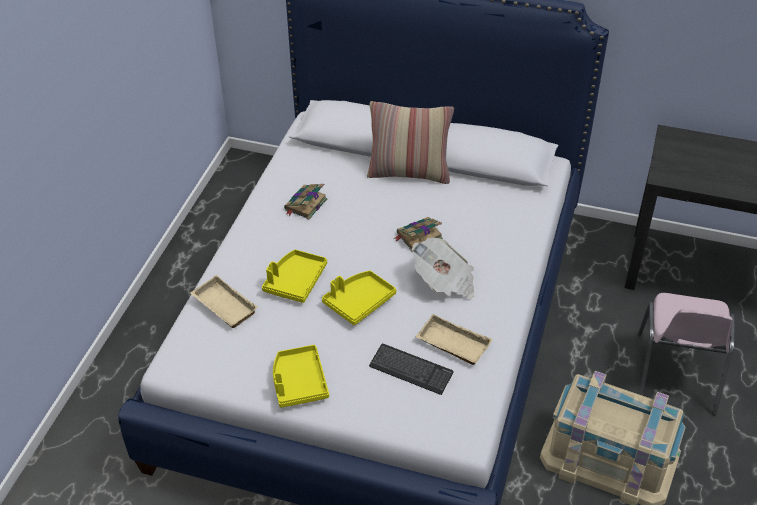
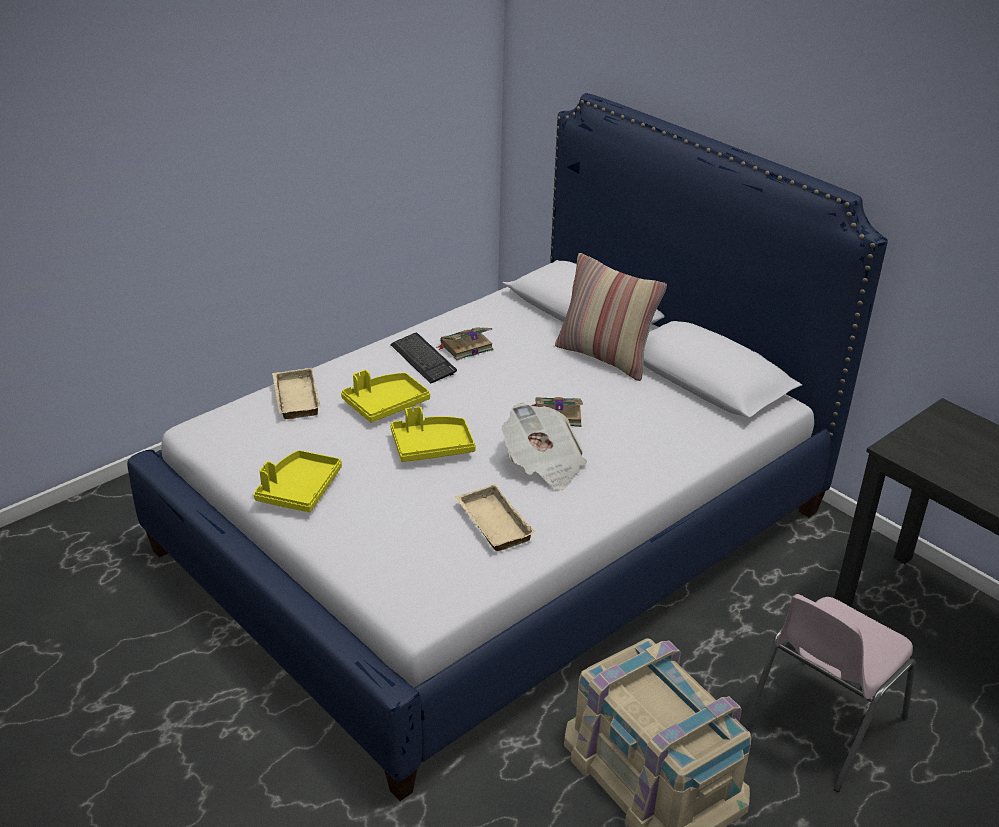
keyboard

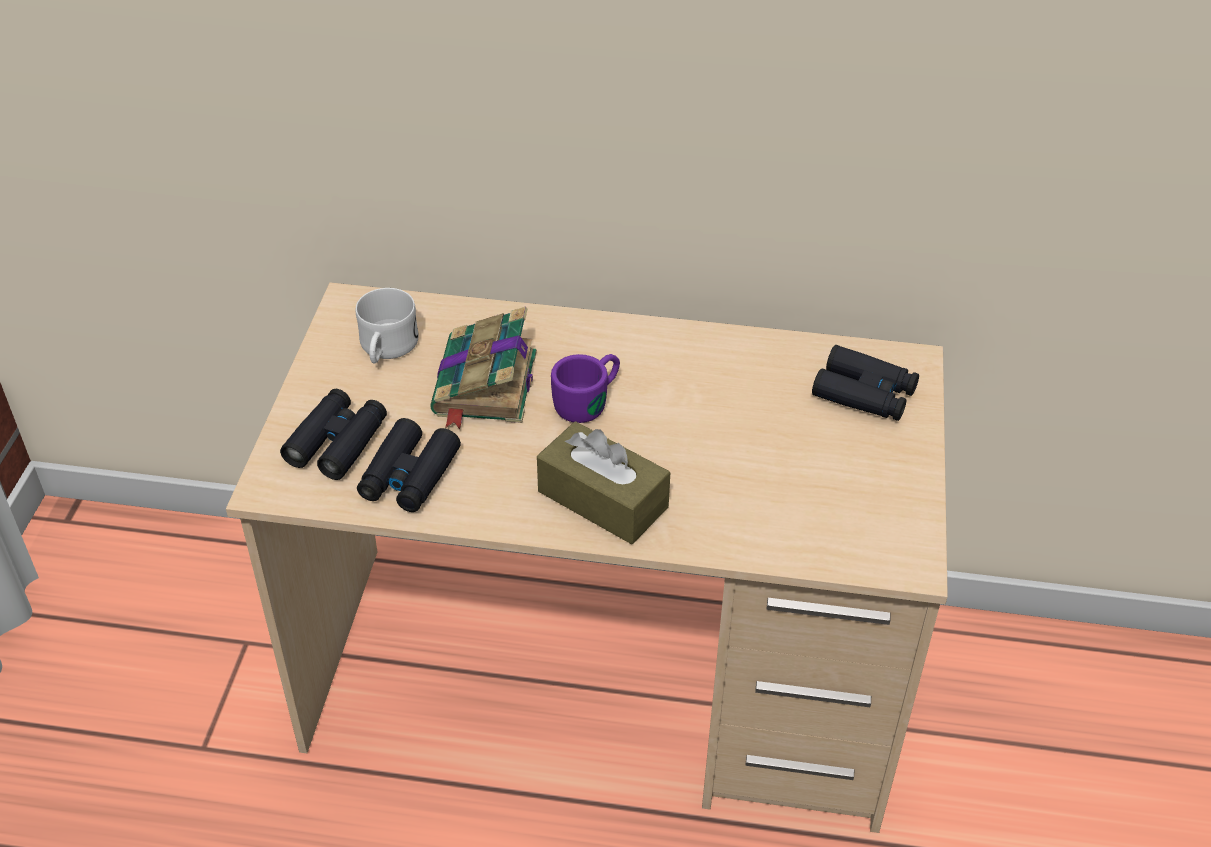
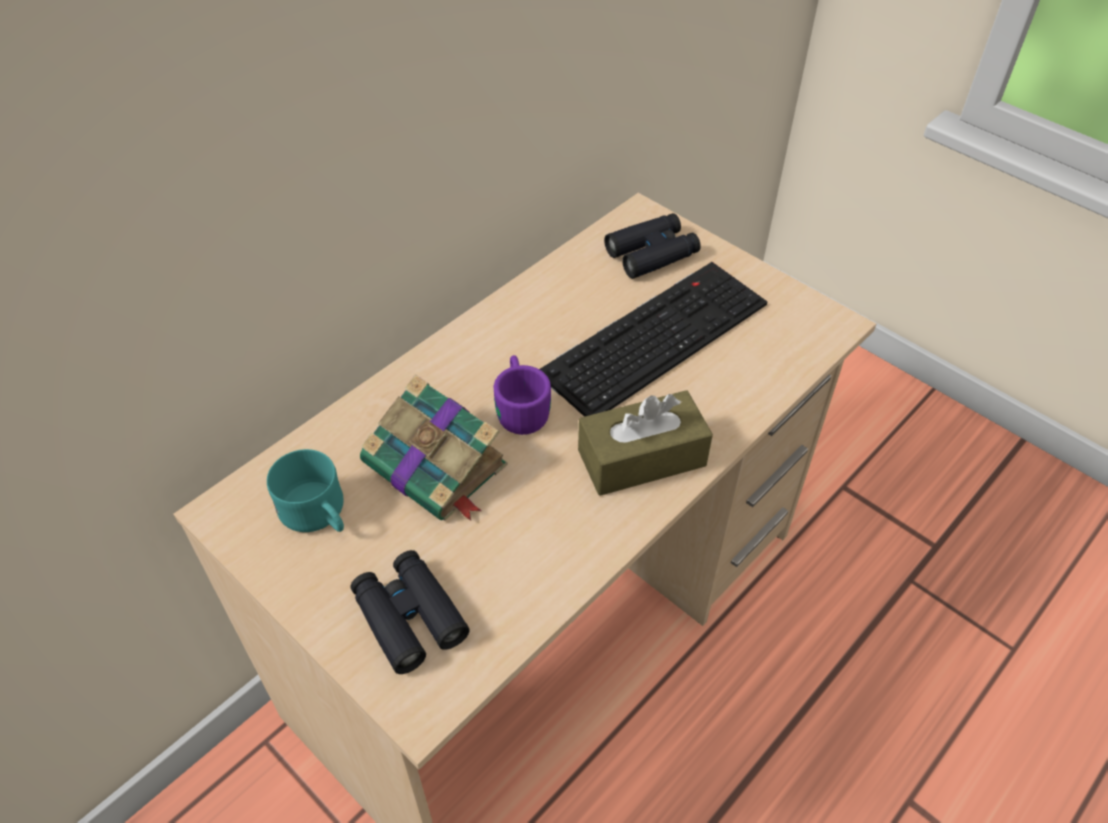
turquoise mug; black binoculars (2nd from left in the first image); keyboard

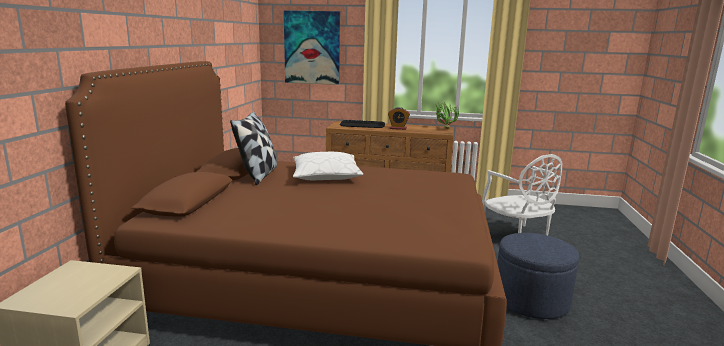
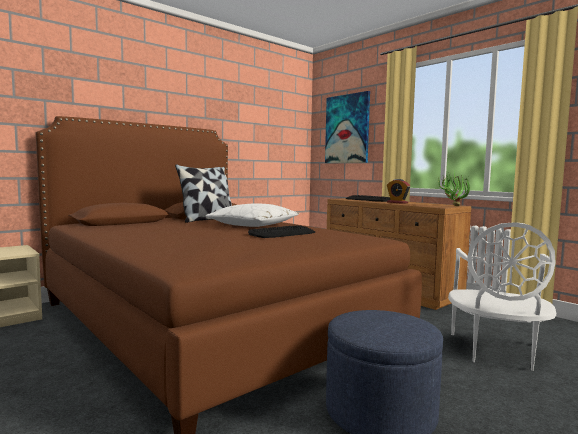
keyboard (1st from left)

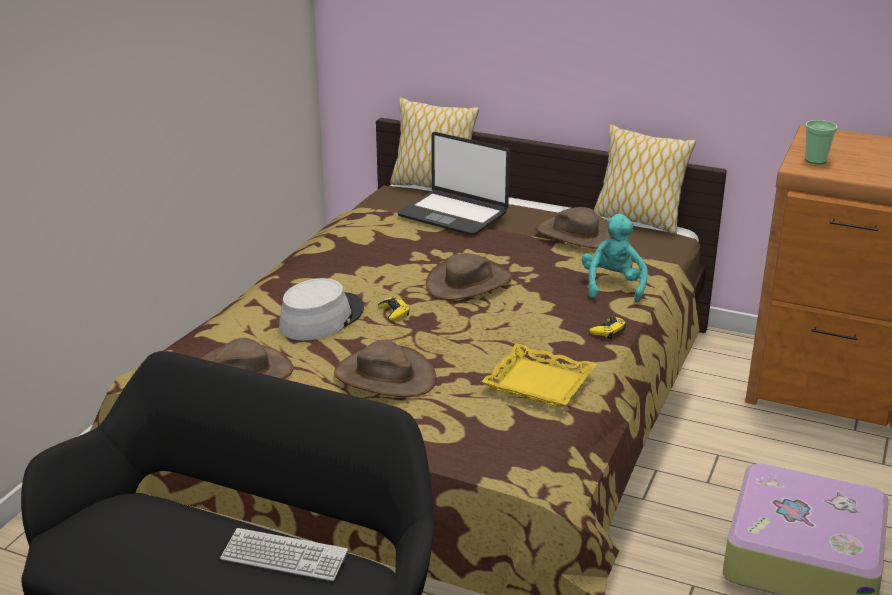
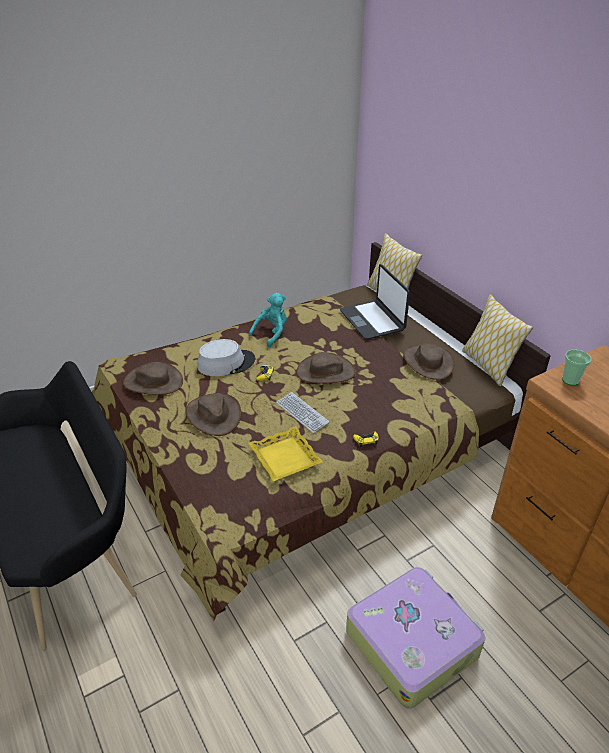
keyboard; turquoise plush toy

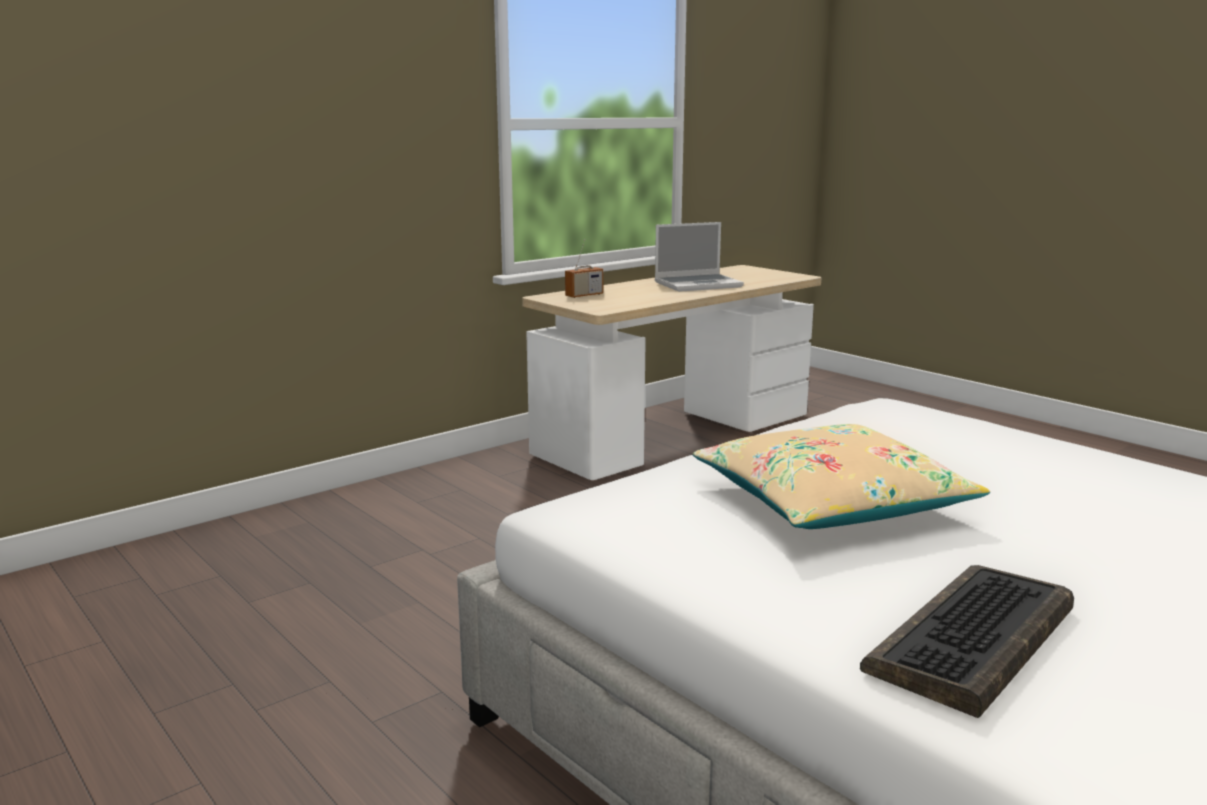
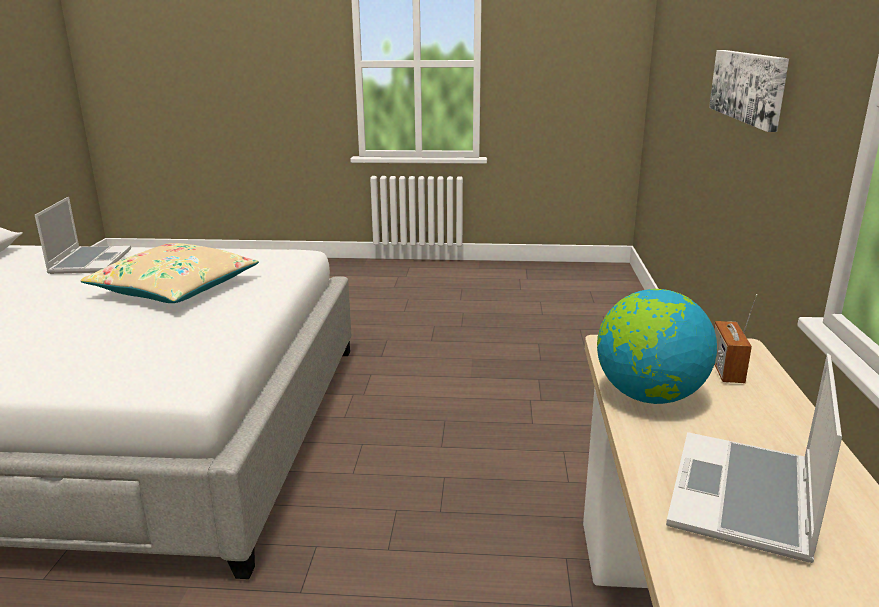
laptop (1st from left); globe; picture

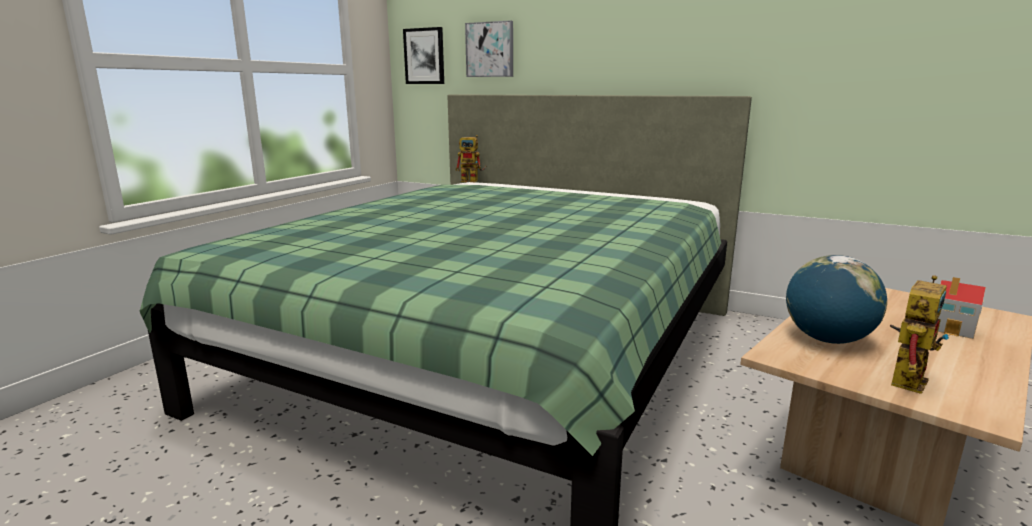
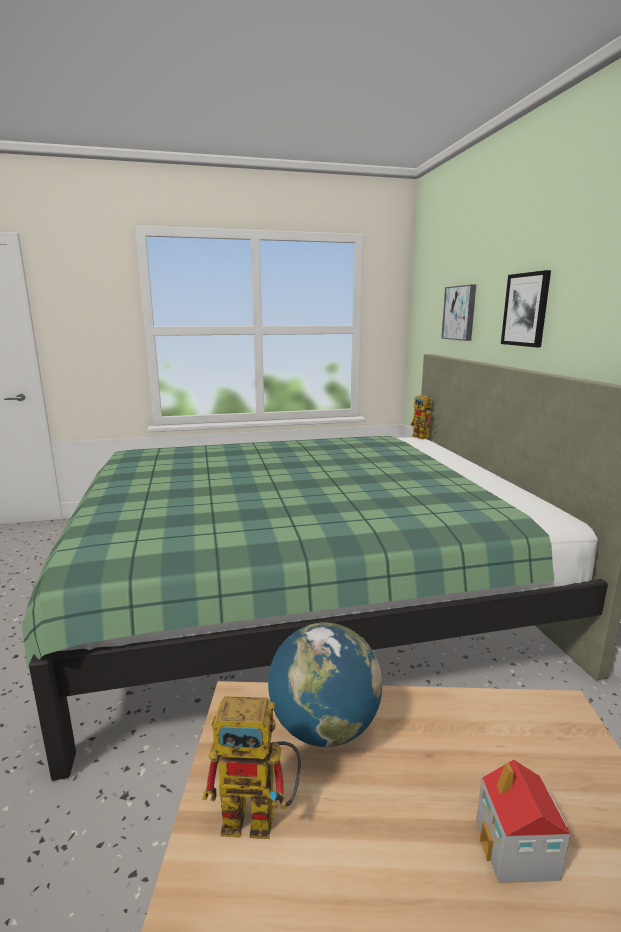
picture (2nd from left)

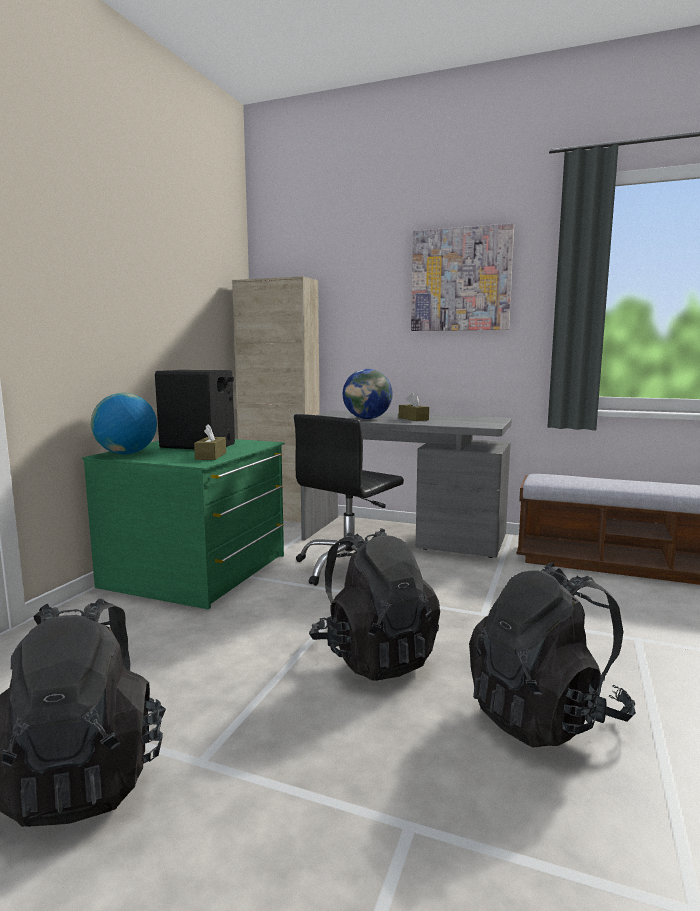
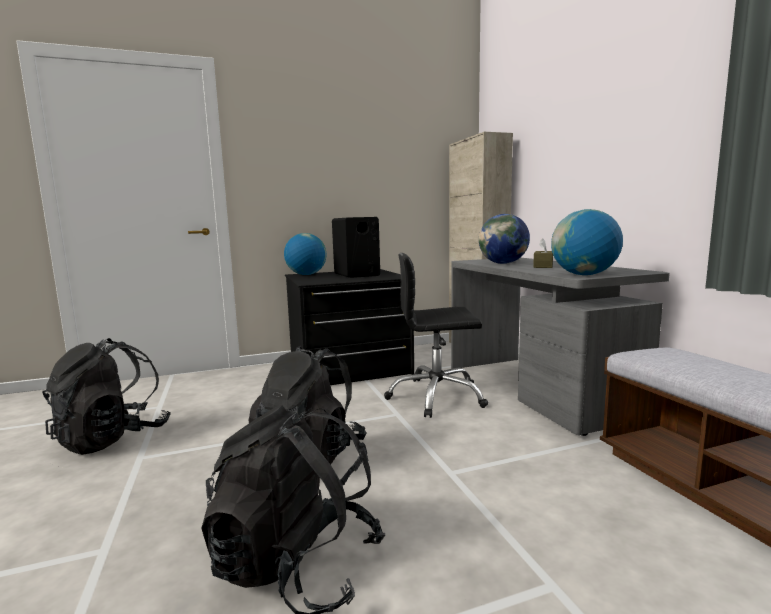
black dresser; brown tissue box (1st from left in the first image); picture; globe (3rd from left)

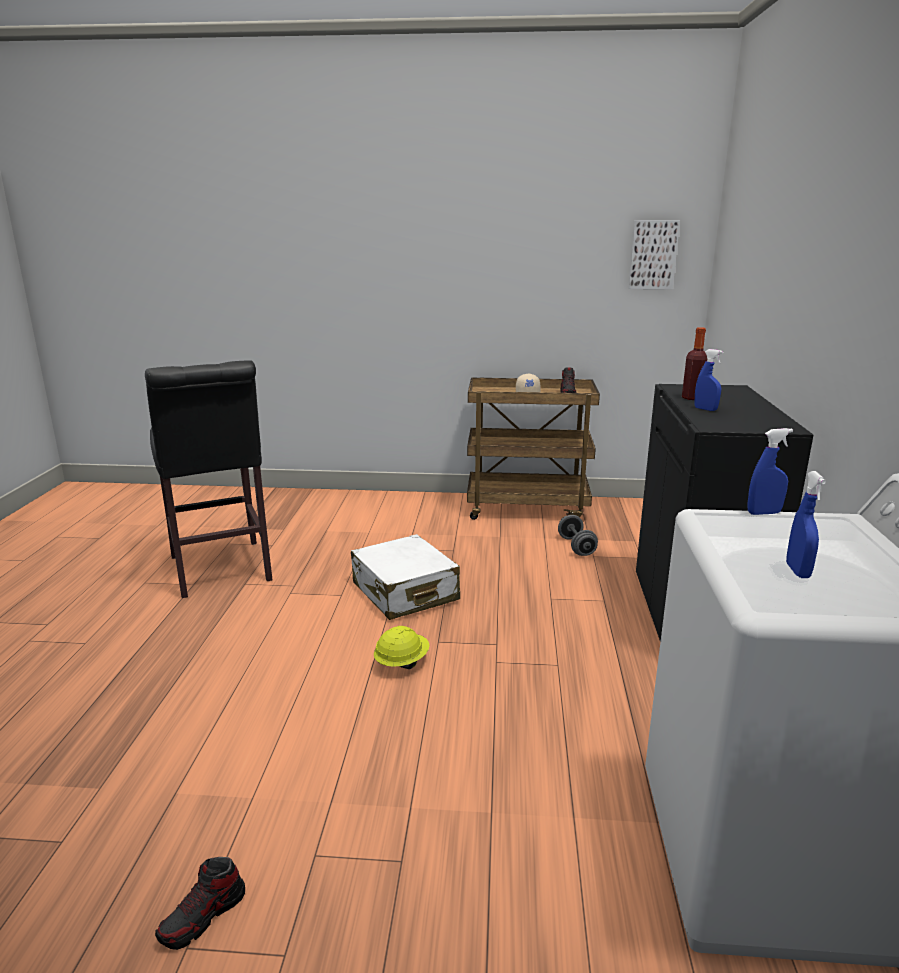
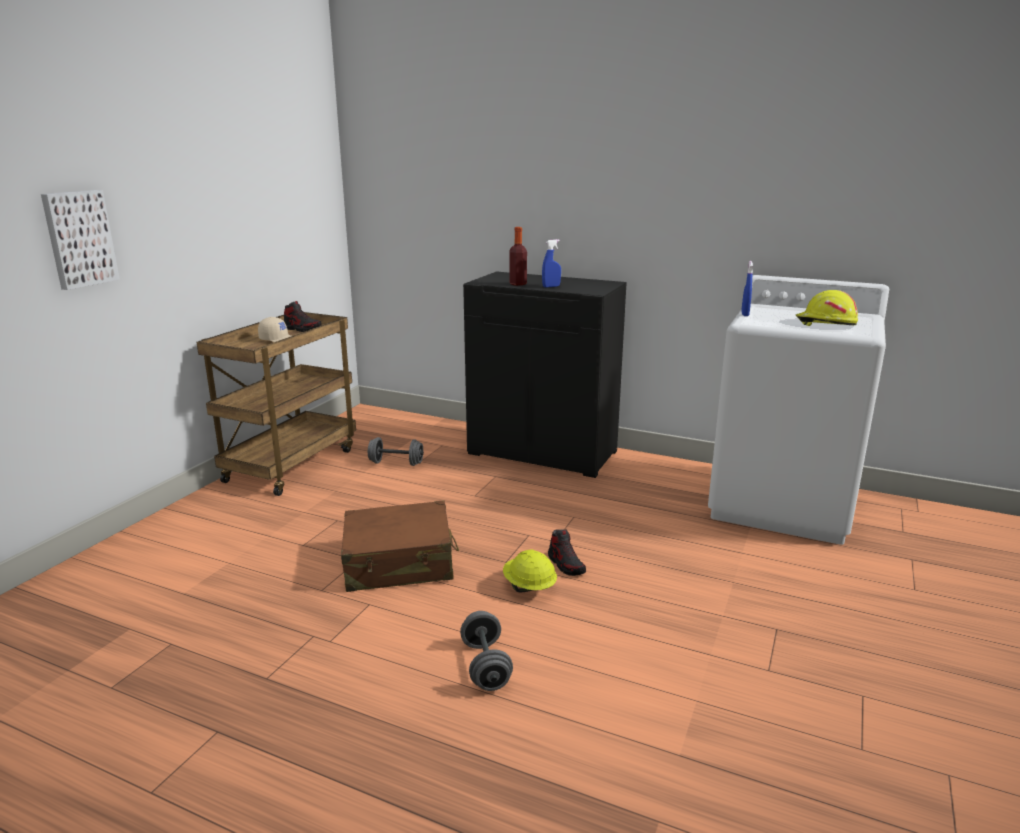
black stool; shoe (2nd from left); brown suitcase; picture; yellow hard hat (2nd from left); grey dumbbell (2nd from left)

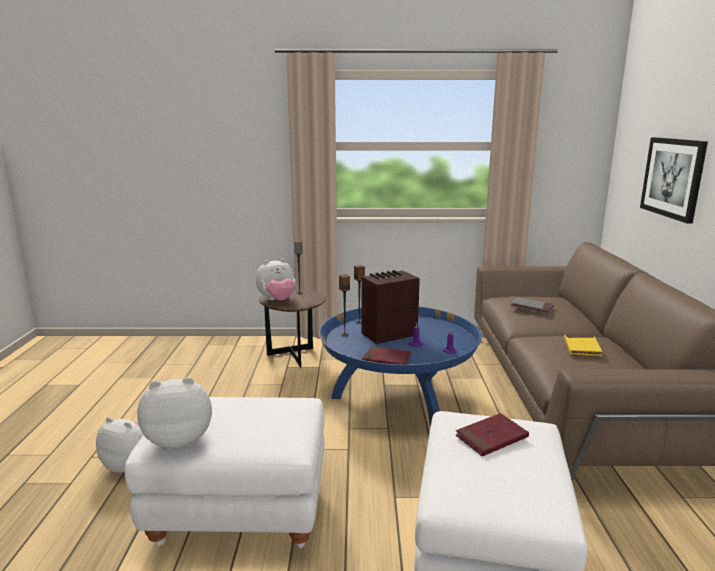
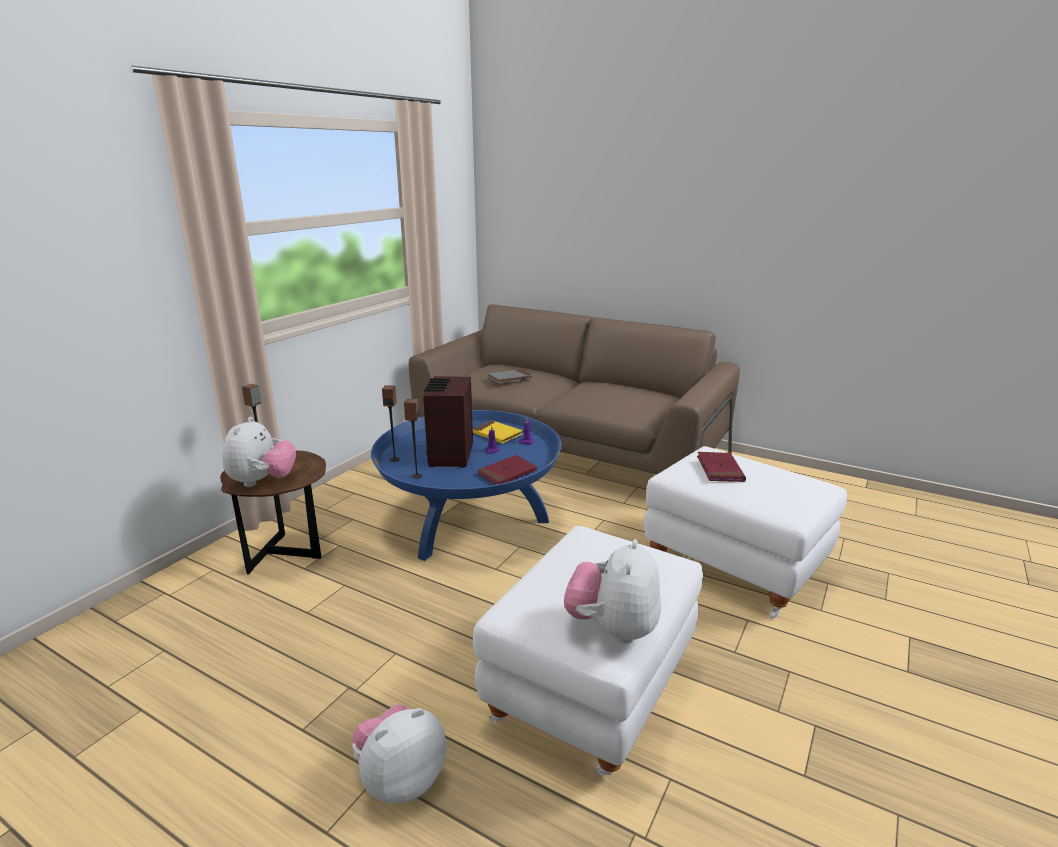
yellow book; picture

